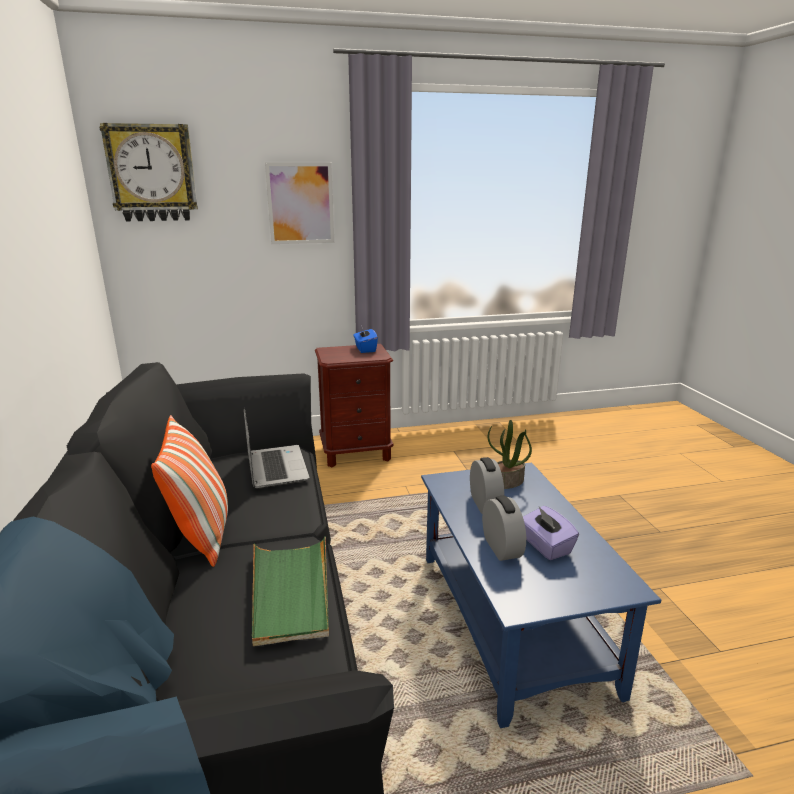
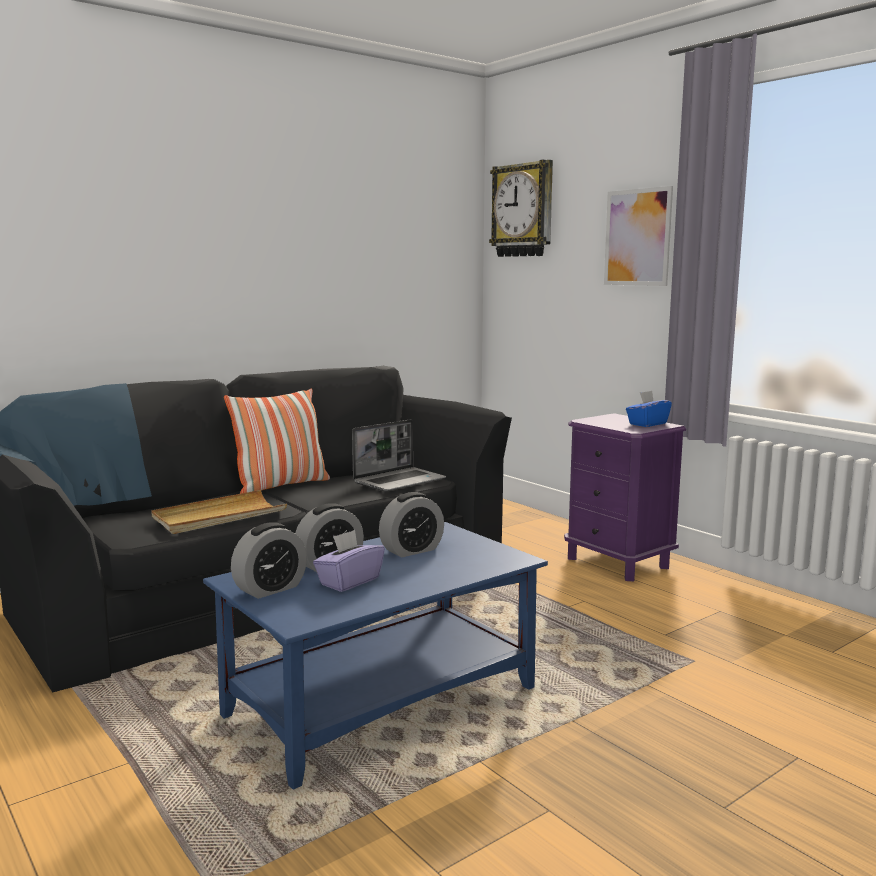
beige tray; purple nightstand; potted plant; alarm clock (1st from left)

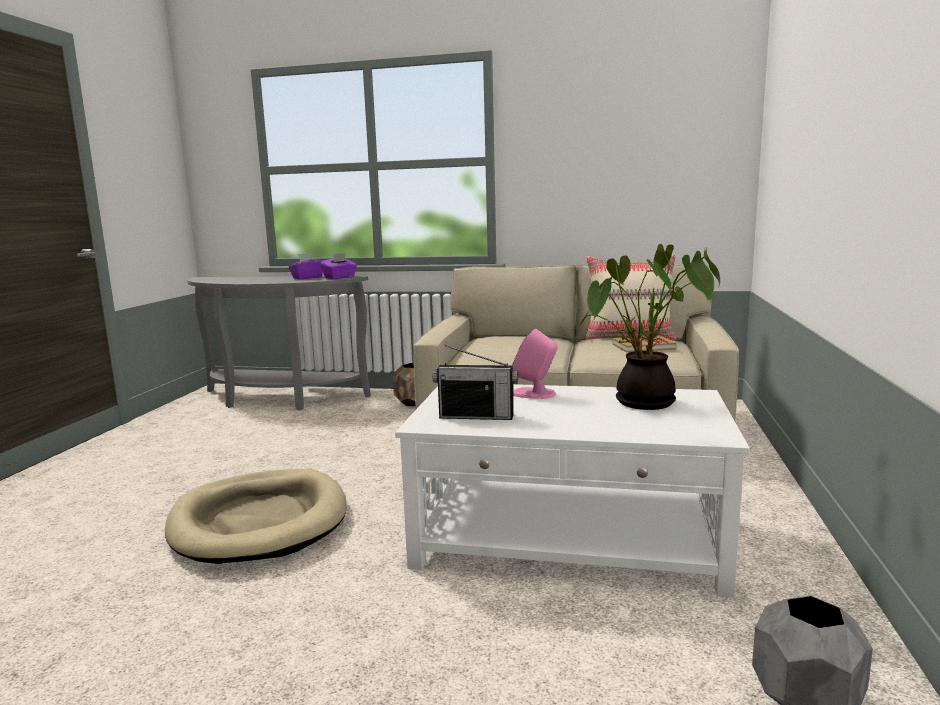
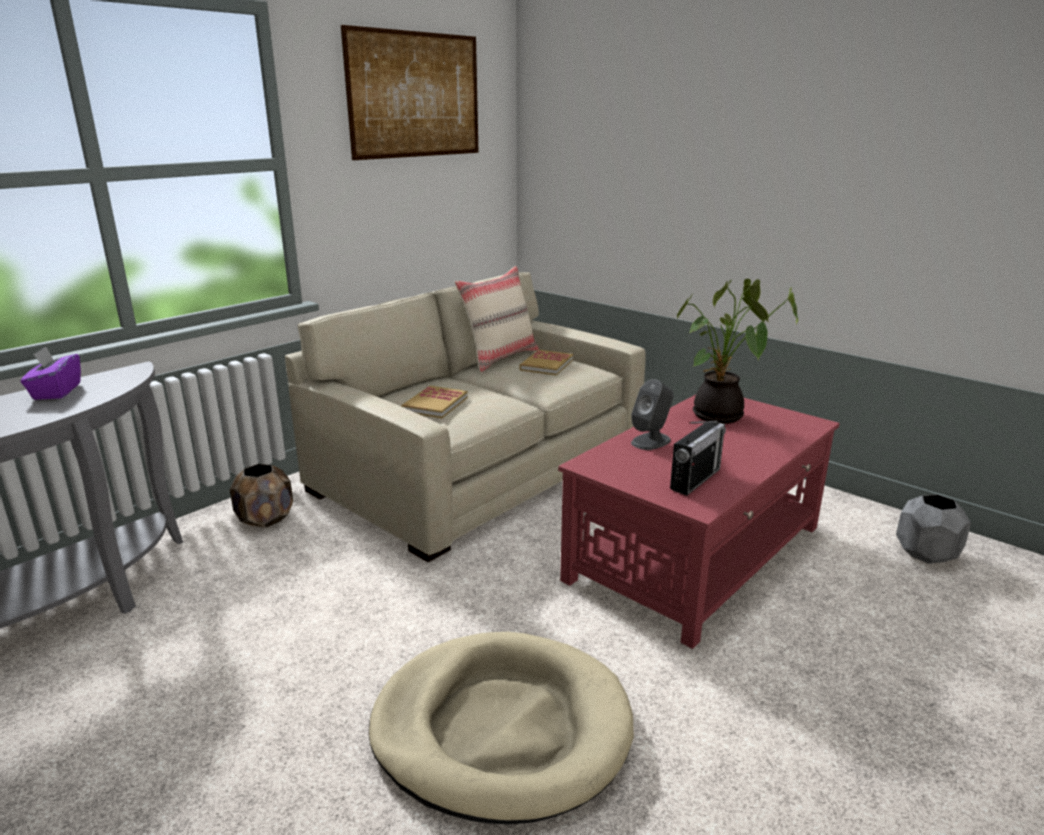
purple tissue box (2nd from left in the first image); red coffee table; grey speaker; picture; book (1st from left)

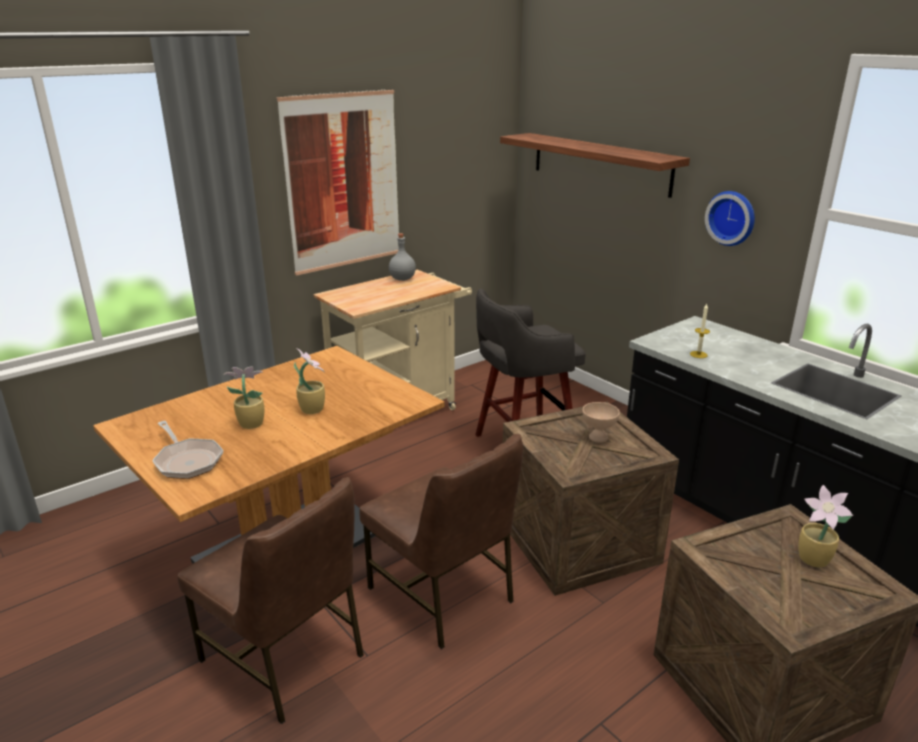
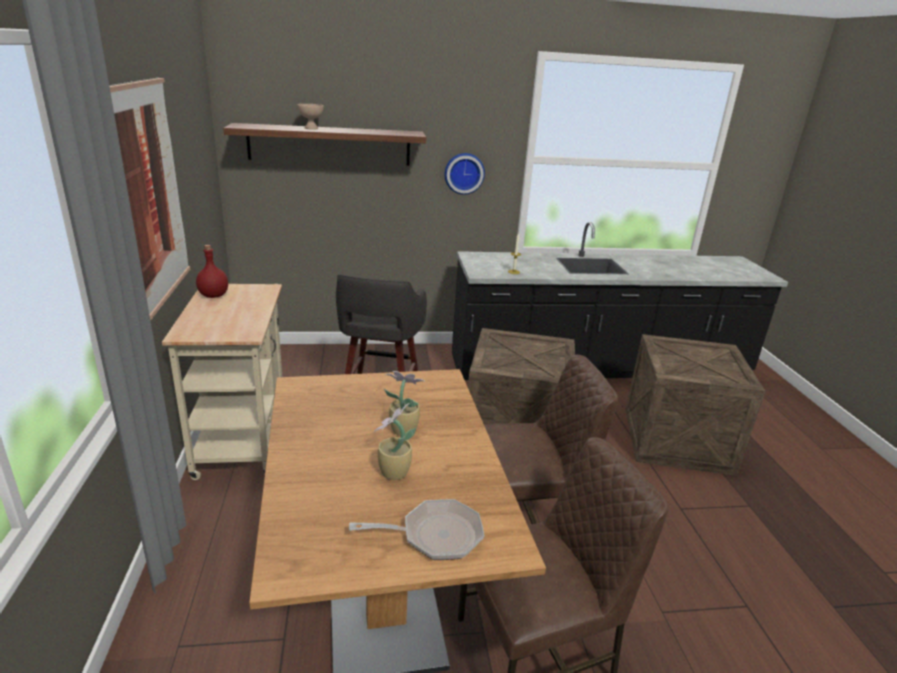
red bottle; beige bowl; potted plant (3rd from left in the first image)

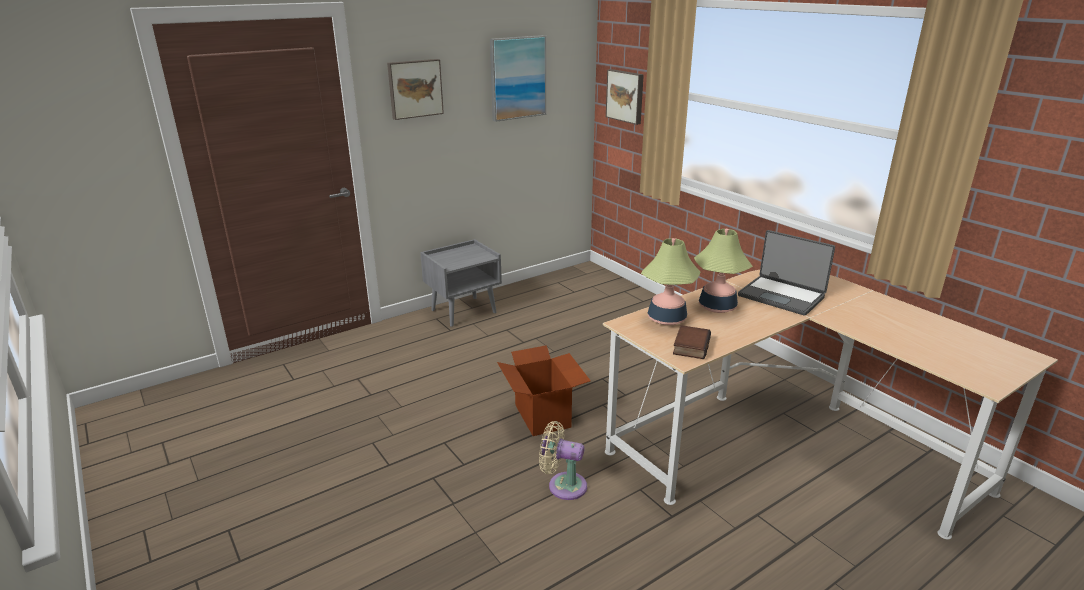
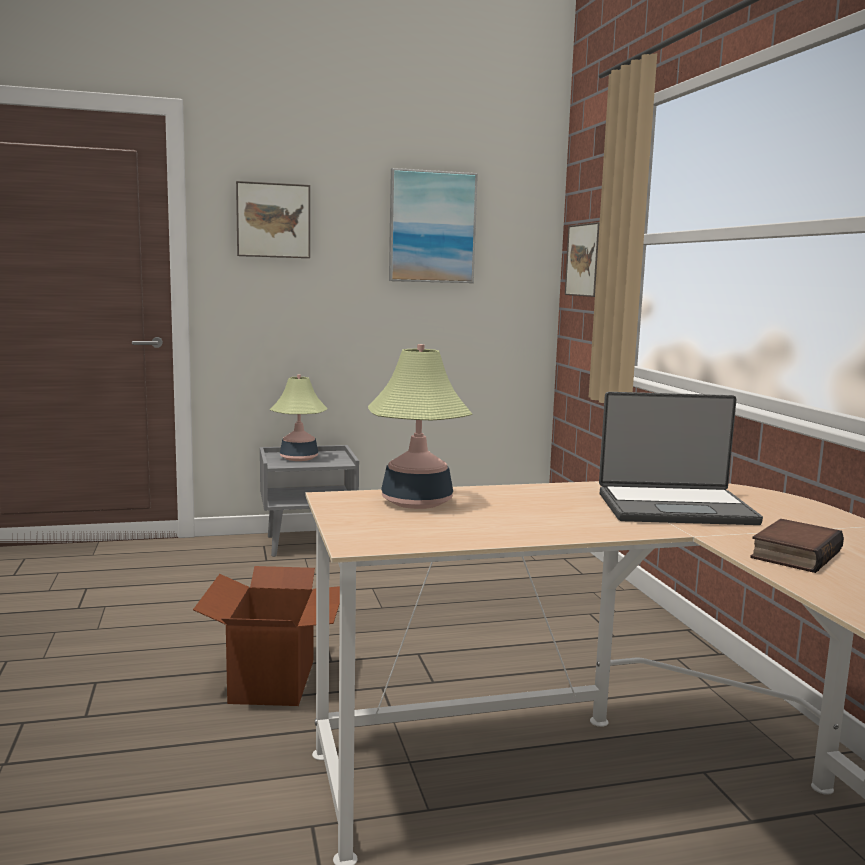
beige fan; book; table lamp (1st from left); laptop

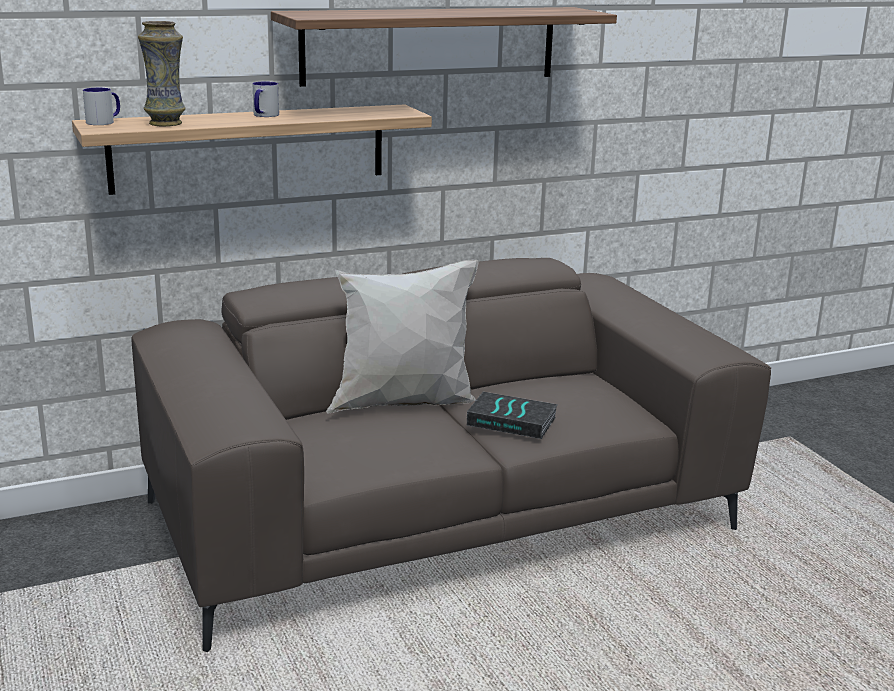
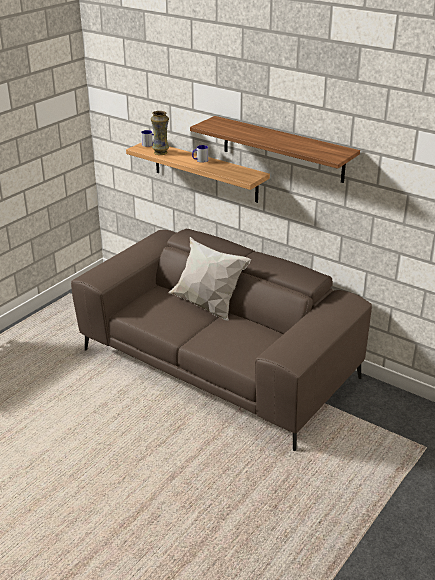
book

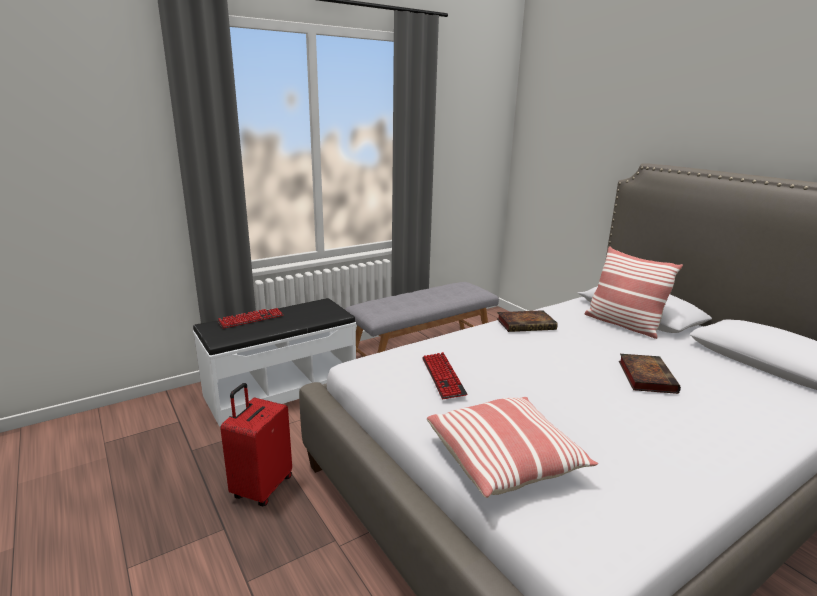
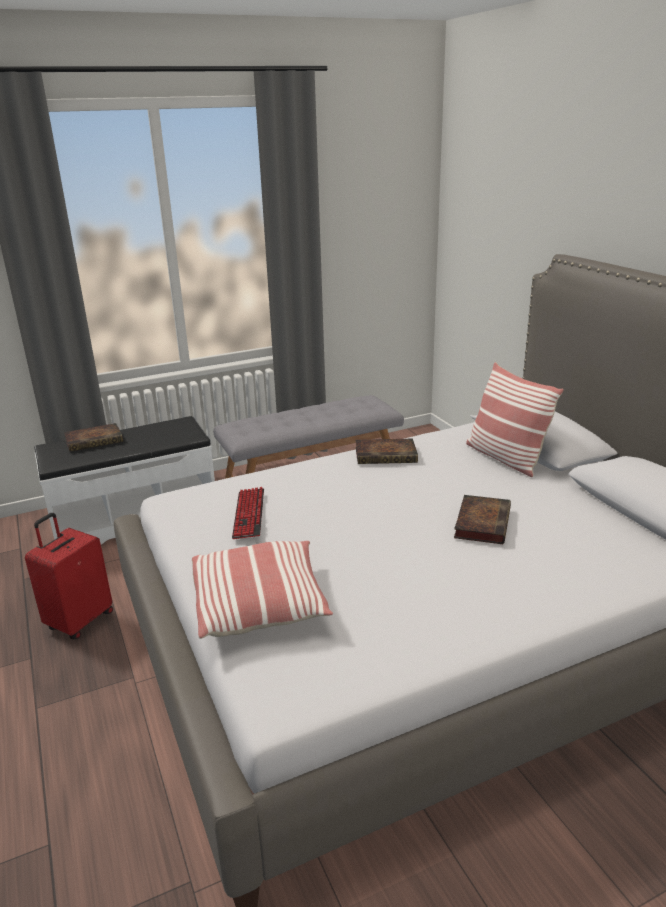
book (1st from left)

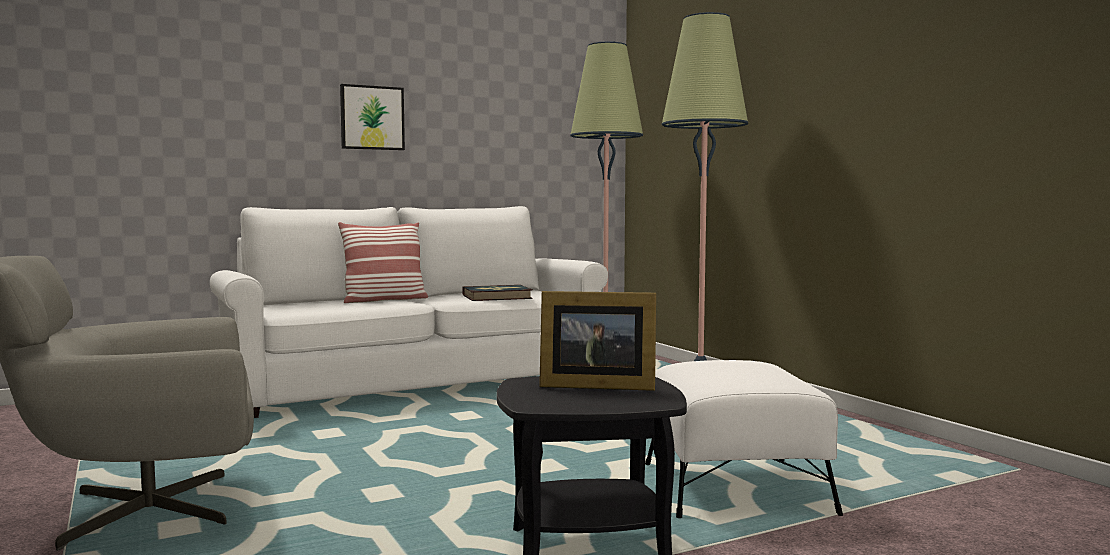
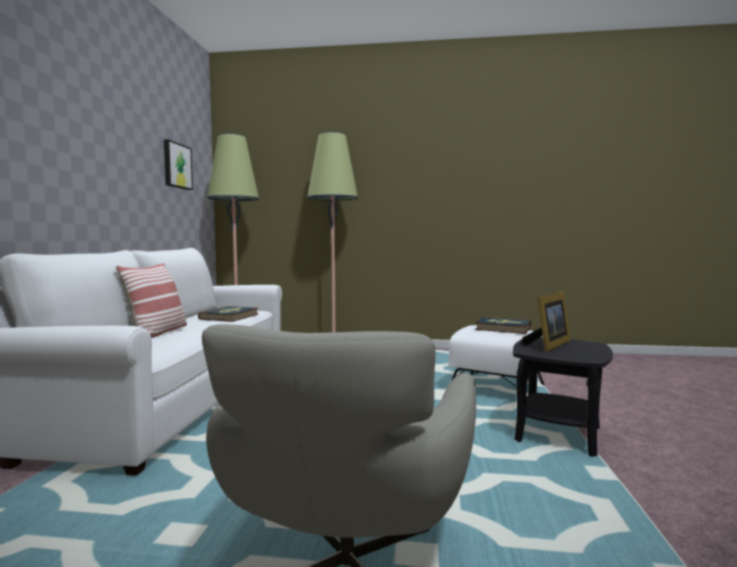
picture; book (2nd from left)

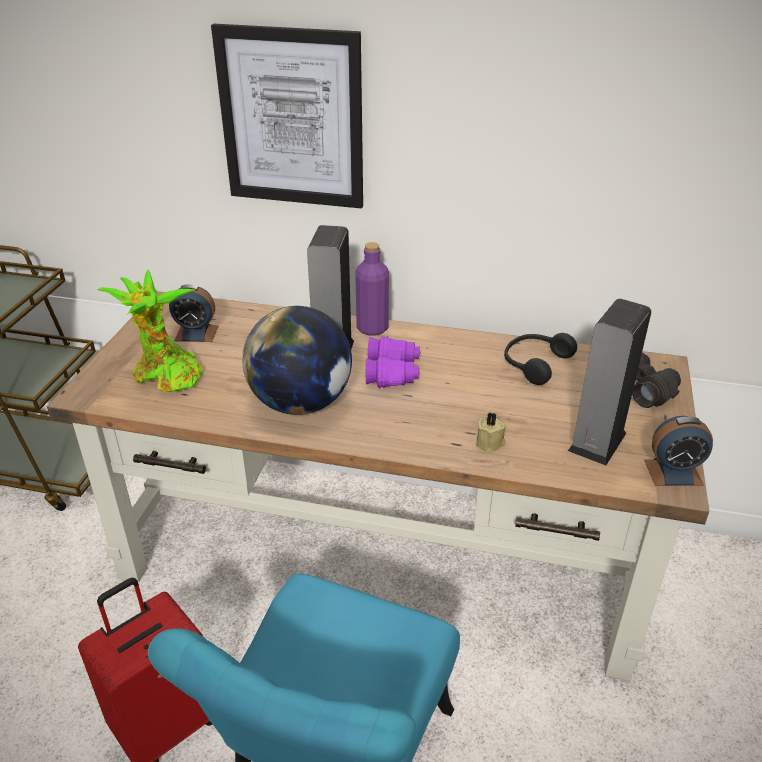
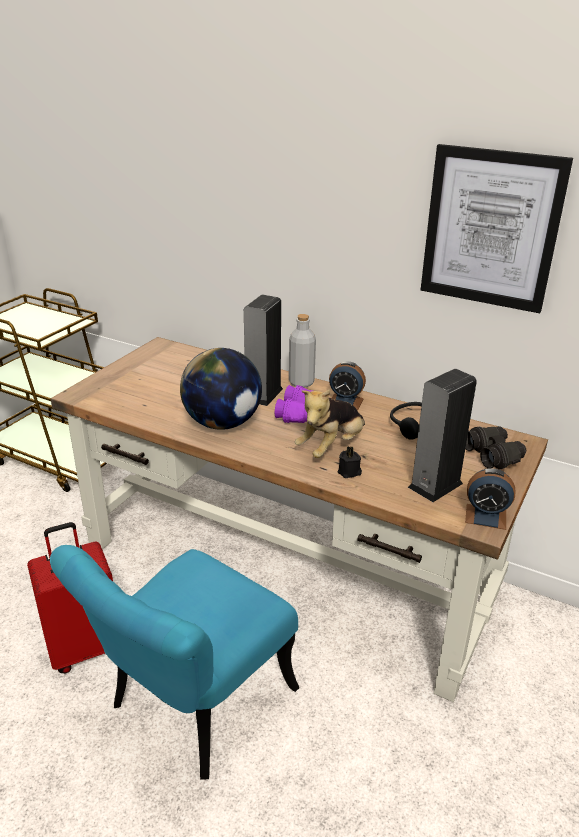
potted plant; alarm clock (1st from left); picture; grey bottle; black candle; plush toy

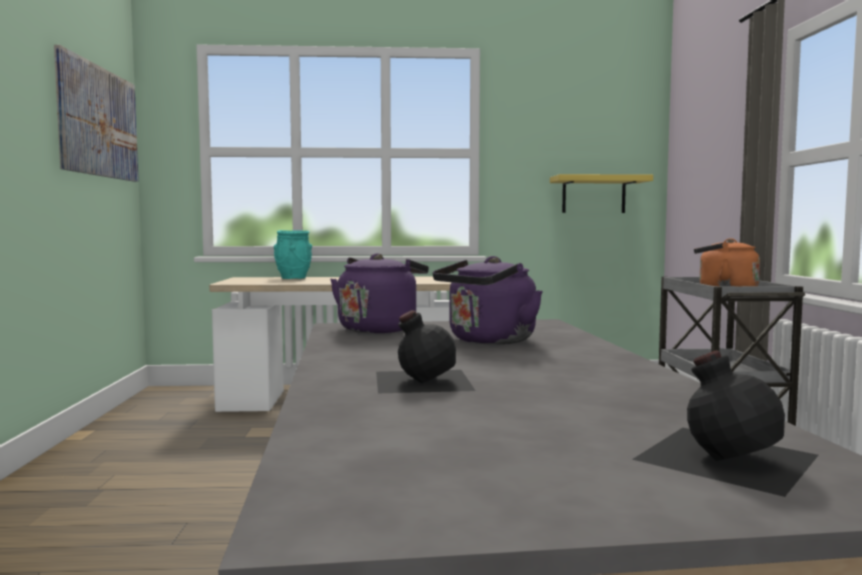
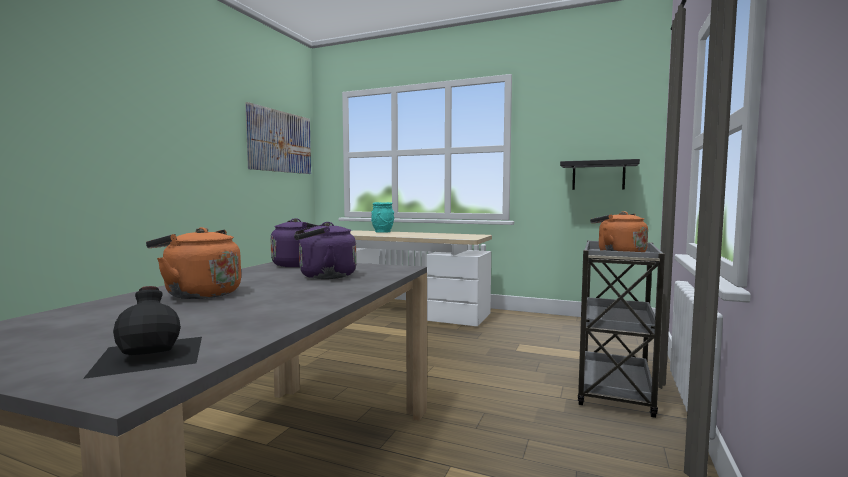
orange kettle (1st from left); black shelf

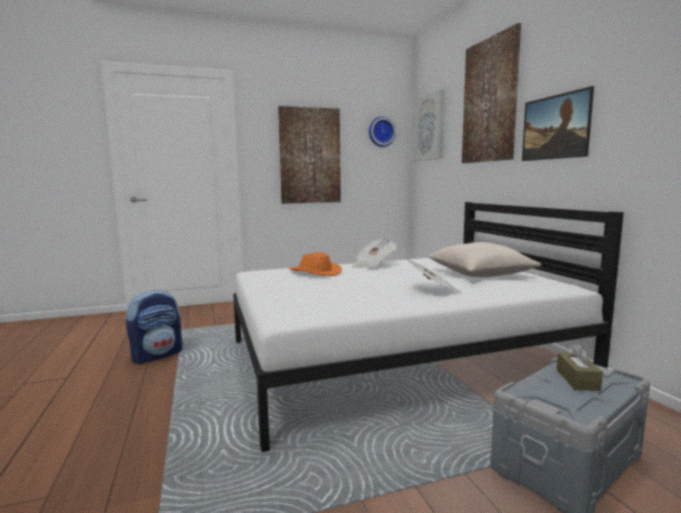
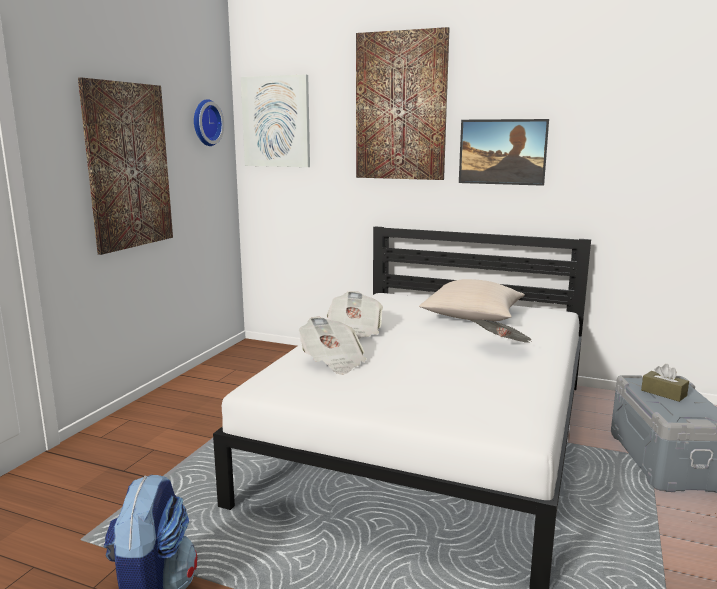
newspaper (1st from left)

